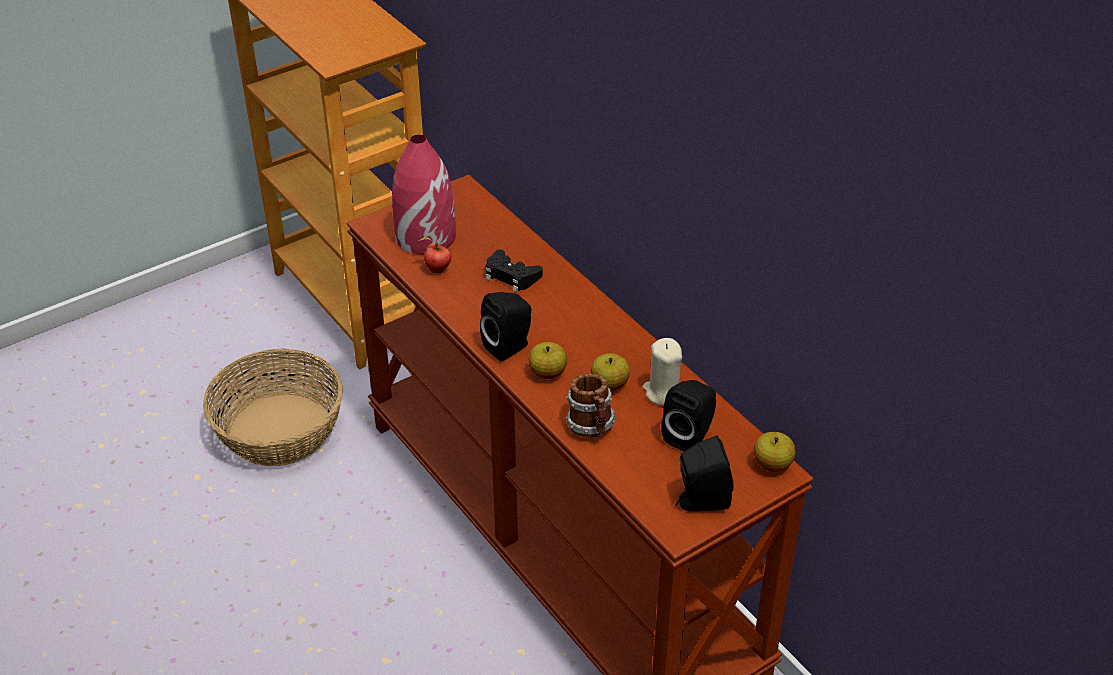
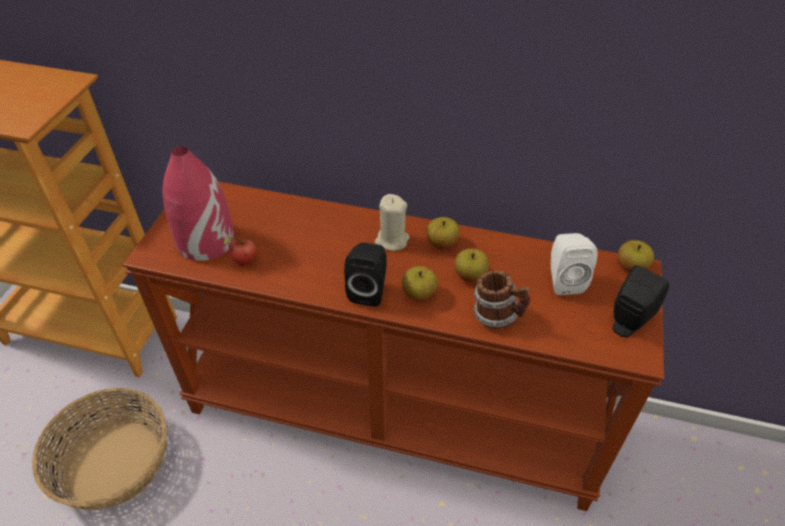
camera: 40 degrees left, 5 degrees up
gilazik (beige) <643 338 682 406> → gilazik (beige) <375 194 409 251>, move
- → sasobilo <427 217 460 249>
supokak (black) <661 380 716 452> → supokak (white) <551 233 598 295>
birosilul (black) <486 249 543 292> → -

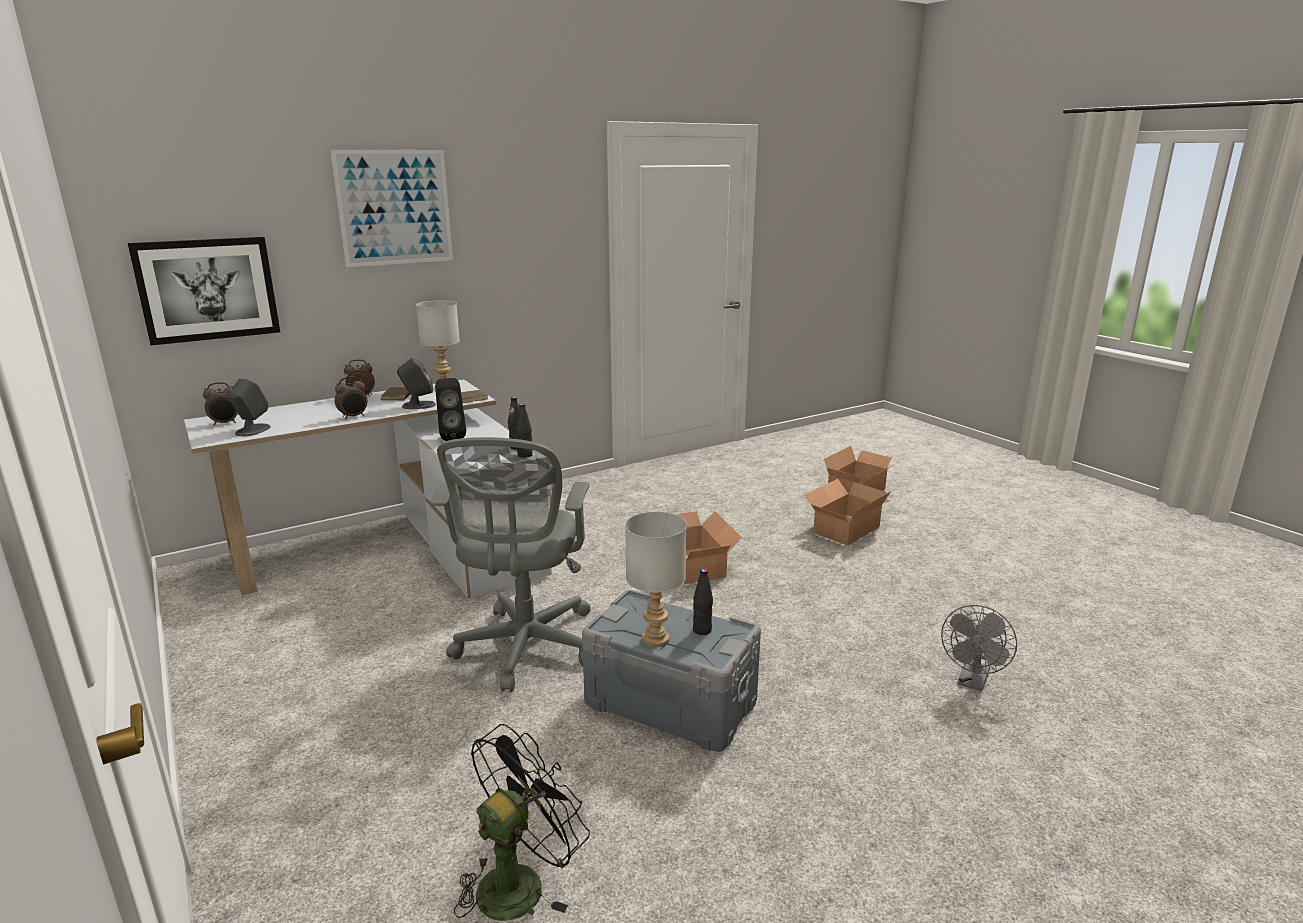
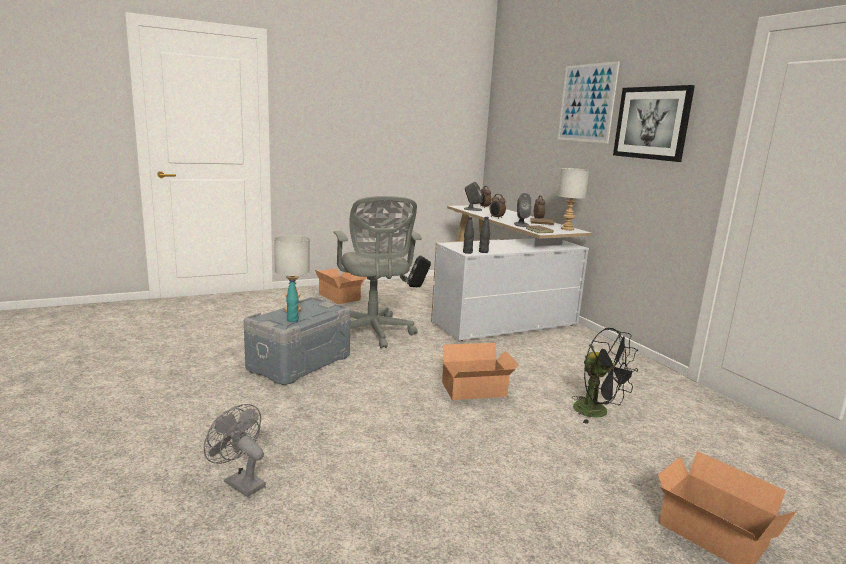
camera: 95 degrees right, 5 degrees down
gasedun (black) <693 569 713 635> → gasedun (turquoise) <286 279 299 322>
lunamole <805 479 890 546> → lunamole <315 269 367 304>, move
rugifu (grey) <431 437 590 692> → rugifu (grey) <333 196 422 349>, 120 degrees counterclockwise
supokak (black) <435 378 466 441> → supokak (black) <407 255 431 287>, move
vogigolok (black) <454 724 590 921> → vogigolok (black) <572 328 638 424>, move
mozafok <128 237 280 345> → mozafok <613 85 695 162>, move

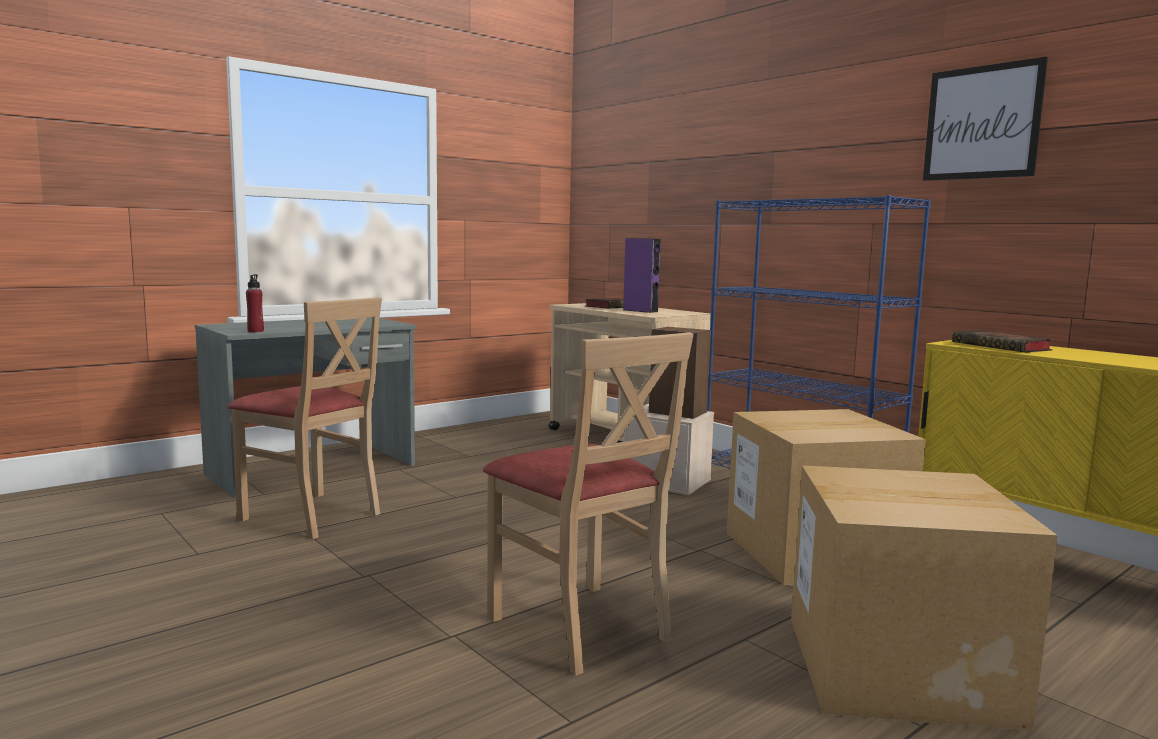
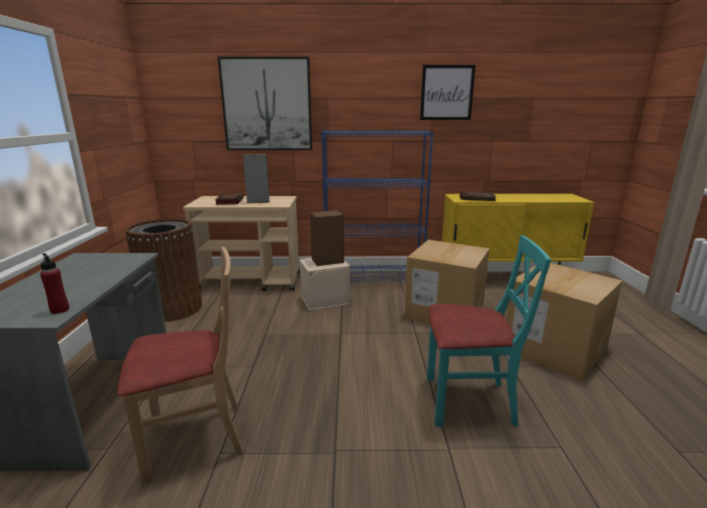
camera: 50 degrees left, 10 degrees up
- → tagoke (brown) <125 218 202 322>
- → mozafok <218 57 312 150>
supokak (purple) <623 238 661 313> → supokak (grey) <243 154 270 203>
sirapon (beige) <483 332 693 676> → sirapon (turquoise) <427 235 551 427>

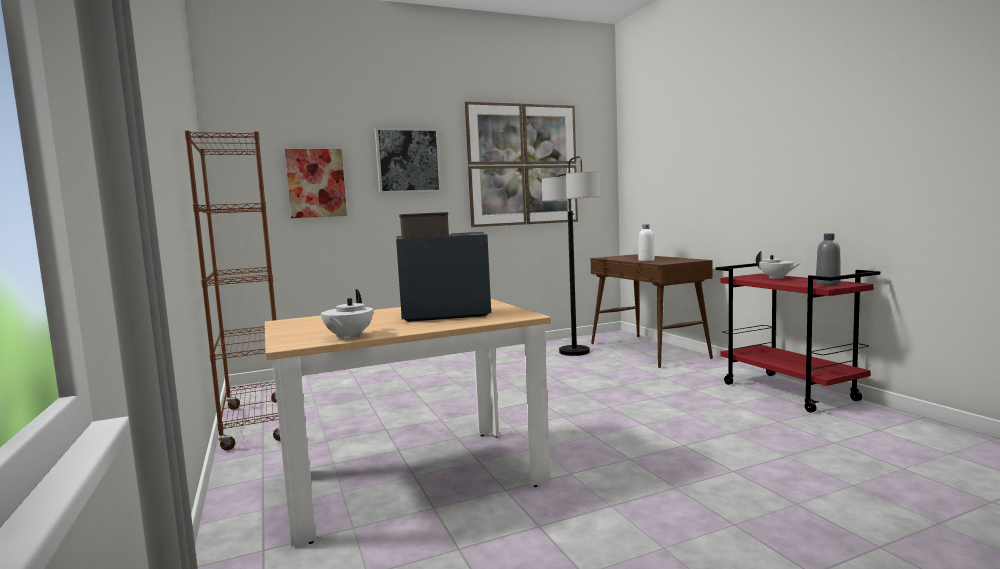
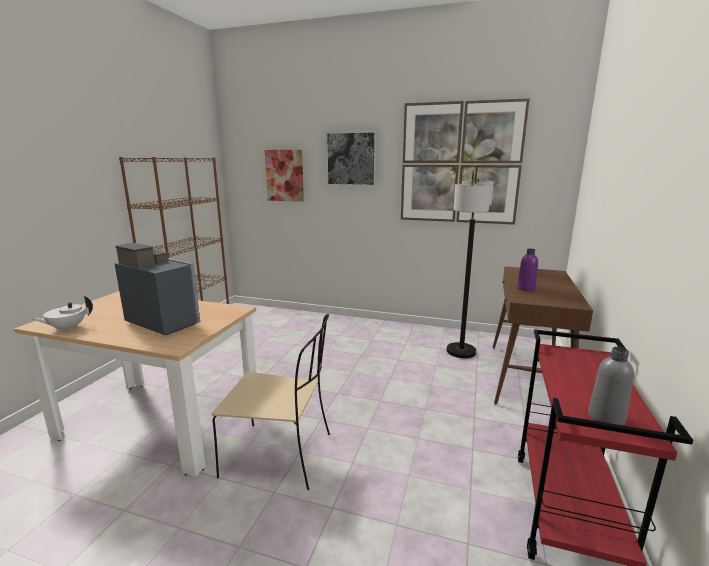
camera: 40 degrees right, 10 degrees up
- → sirapon (beige) <211 314 330 490>
gasedun (white) <638 224 654 261> → gasedun (purple) <517 249 538 291>
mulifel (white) <756 251 801 279> → -

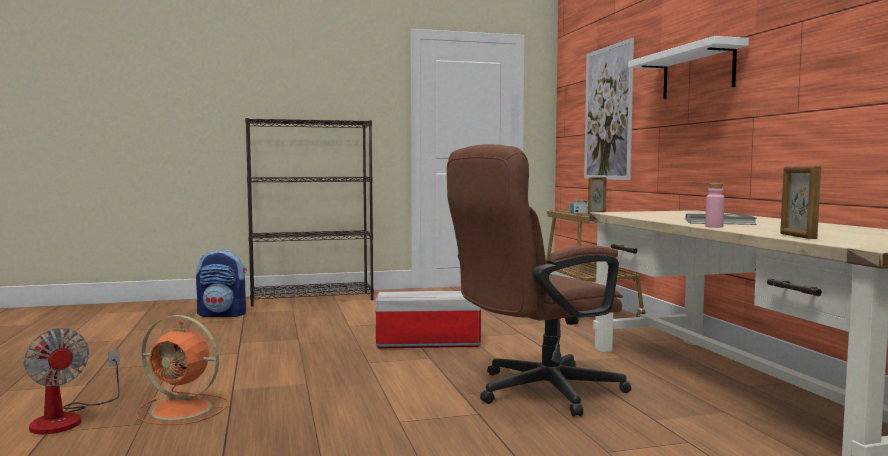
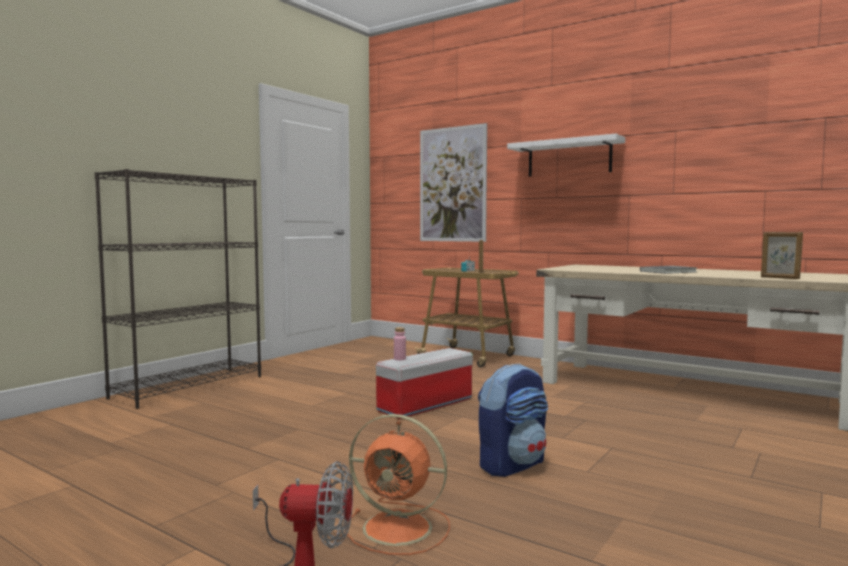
camera: 40 degrees left, 0 degrees up
vogigolok (orange) <135 315 229 425> → vogigolok (orange) <347 414 450 555>, 45 degrees clockwise
gasedun (pink) <705 183 725 228> → gasedun (pink) <394 327 406 360>, move
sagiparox <196 250 247 317> → sagiparox <478 363 548 477>, move
rugifu (brown) <447 144 631 416> → -

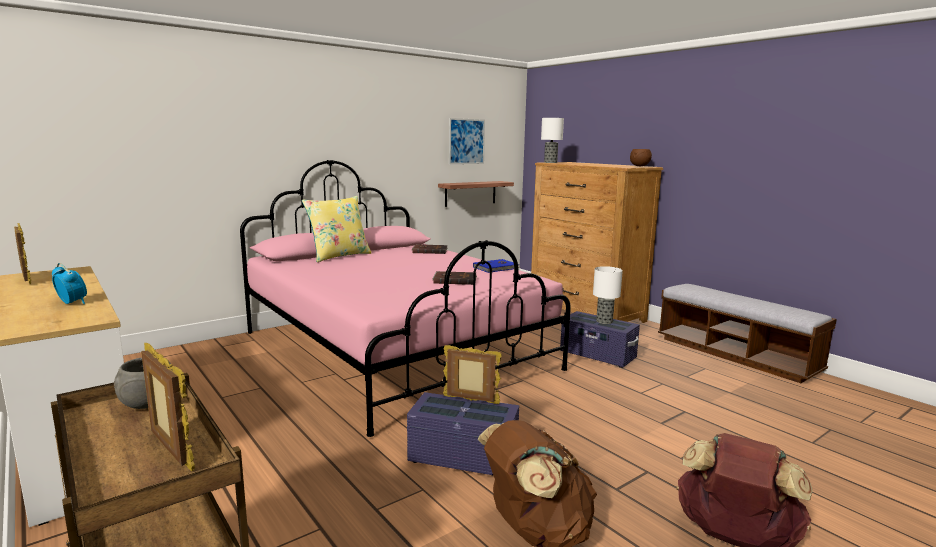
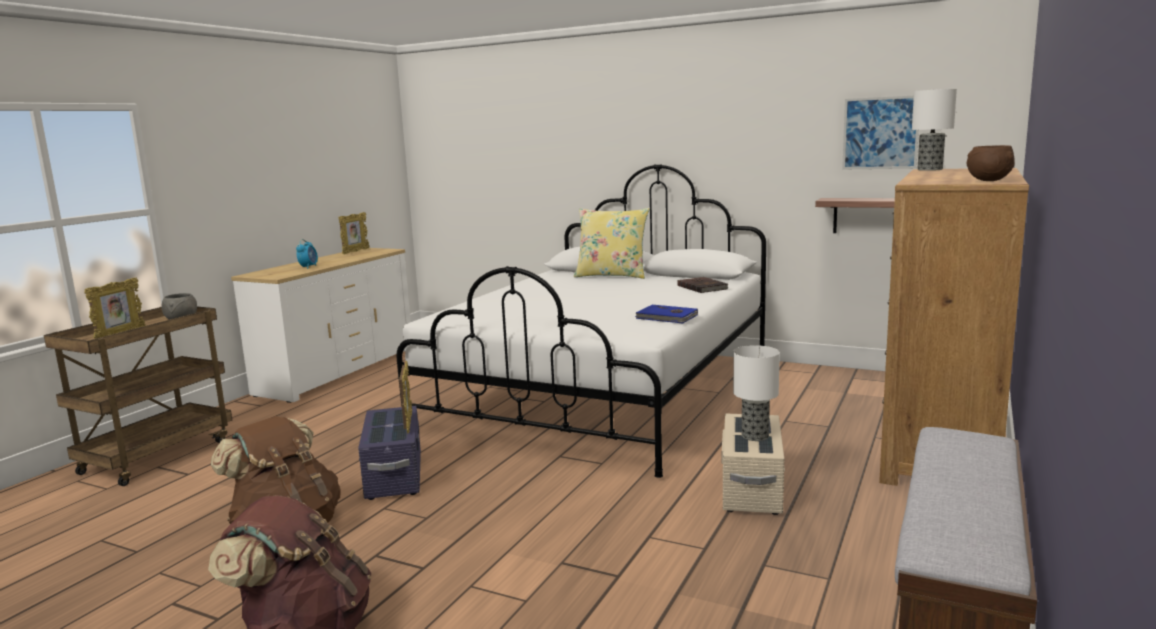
camera: 65 degrees right, 0 degrees up
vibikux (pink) <240 160 571 437> → vibikux (white) <396 164 766 478>
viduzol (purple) <560 311 640 368> → viduzol (beige) <722 414 785 515>
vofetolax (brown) <432 271 477 285> → -

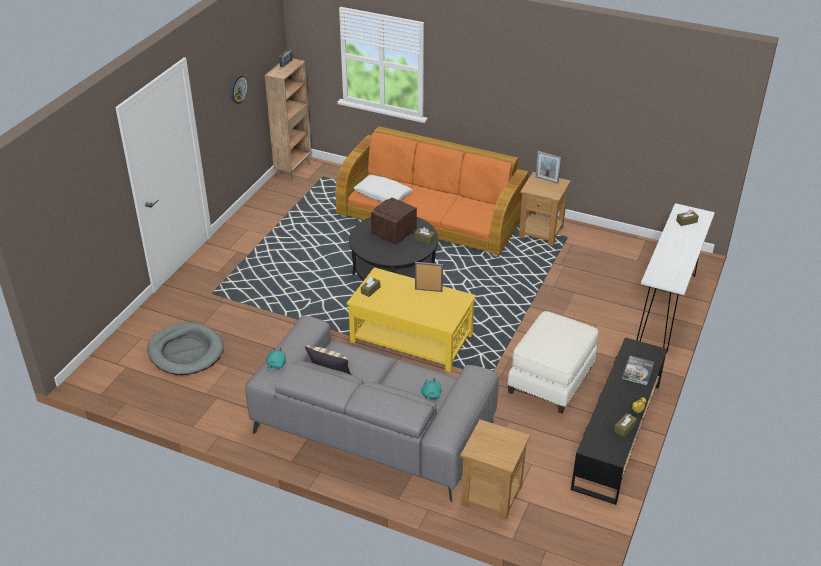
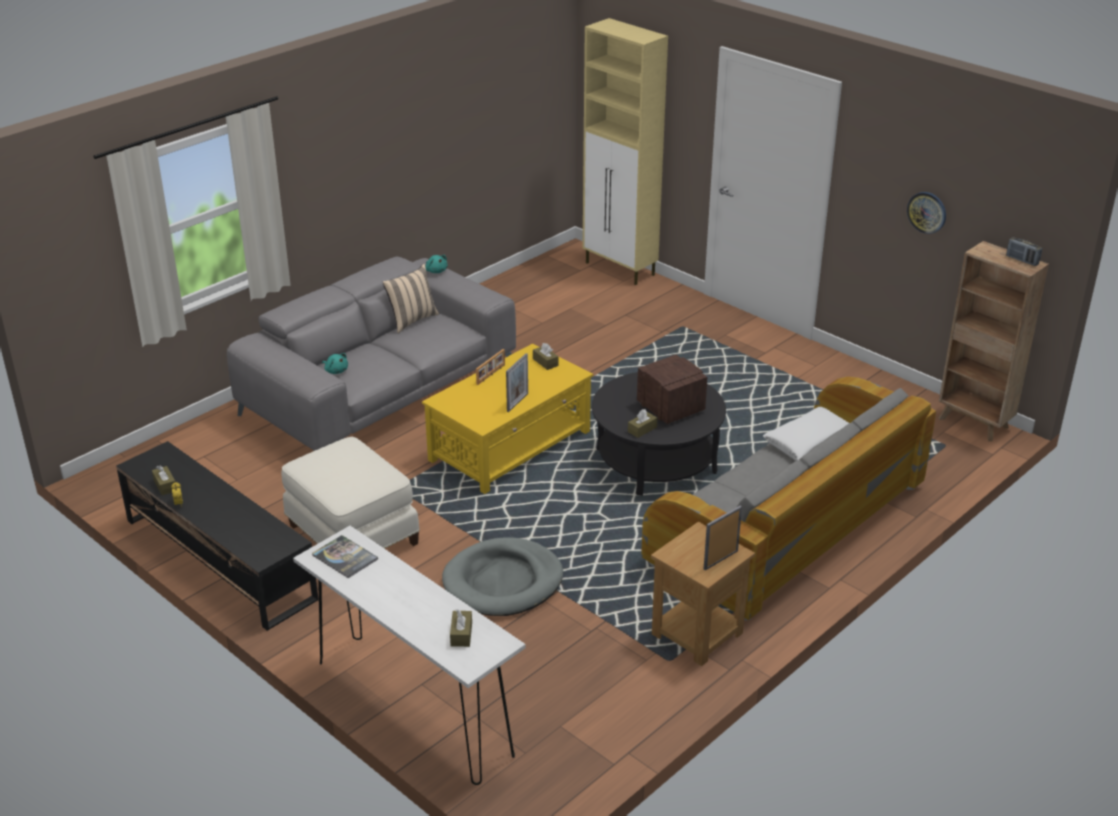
camera: 110 degrees right, 5 degrees down
vofetolax <622 356 654 385> → vofetolax <312 535 378 578>, move
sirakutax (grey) <147 322 224 375> → sirakutax (grey) <442 537 563 616>, move
- → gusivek <476 349 505 385>
- → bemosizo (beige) <583 18 668 285>
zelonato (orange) <335 126 528 257> → zelonato (grey) <641 377 936 620>
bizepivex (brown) <460 419 530 520> → -

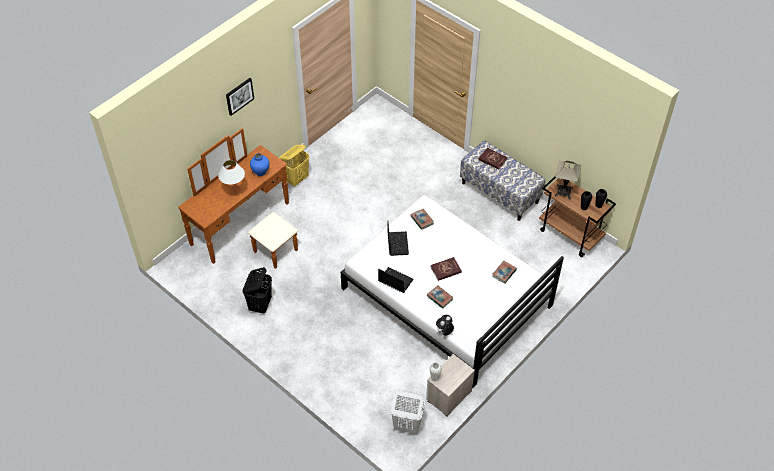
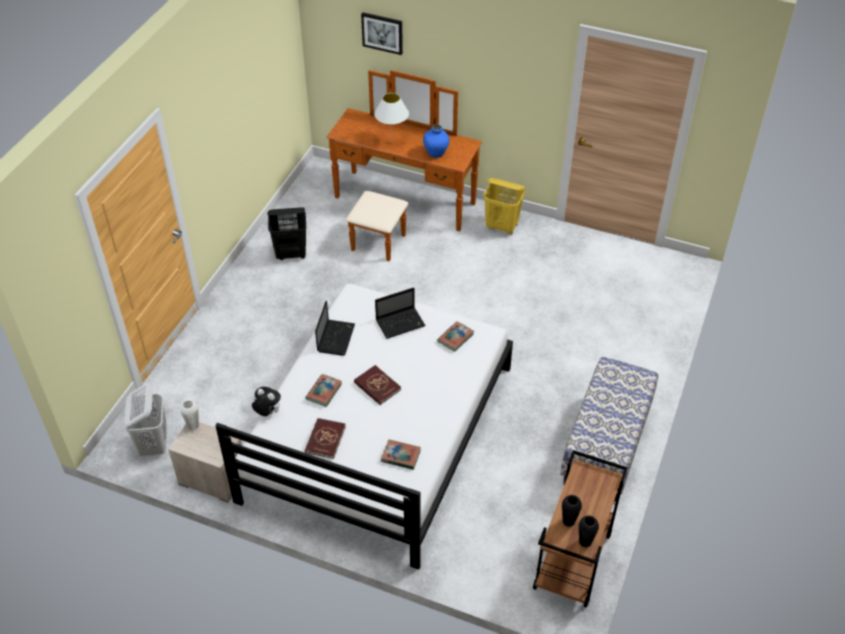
camera: 70 degrees right, 5 degrees down
vofetolax (red) <478 148 508 170> → vofetolax (red) <305 418 346 459>, move
mozafok <226 78 254 116> → mozafok <361 12 403 55>, move
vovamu <555 161 581 199> → -

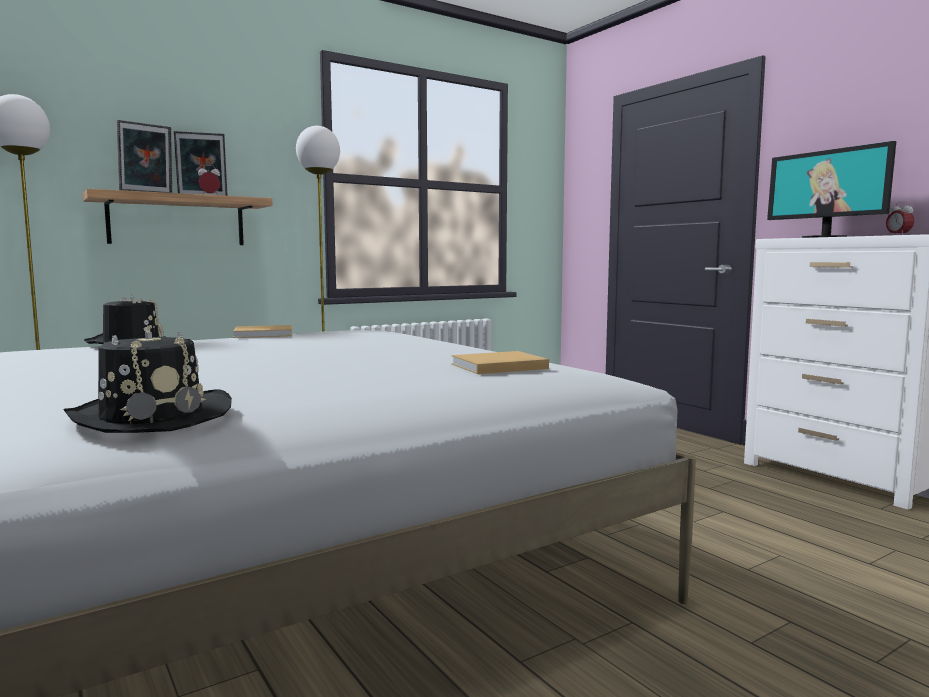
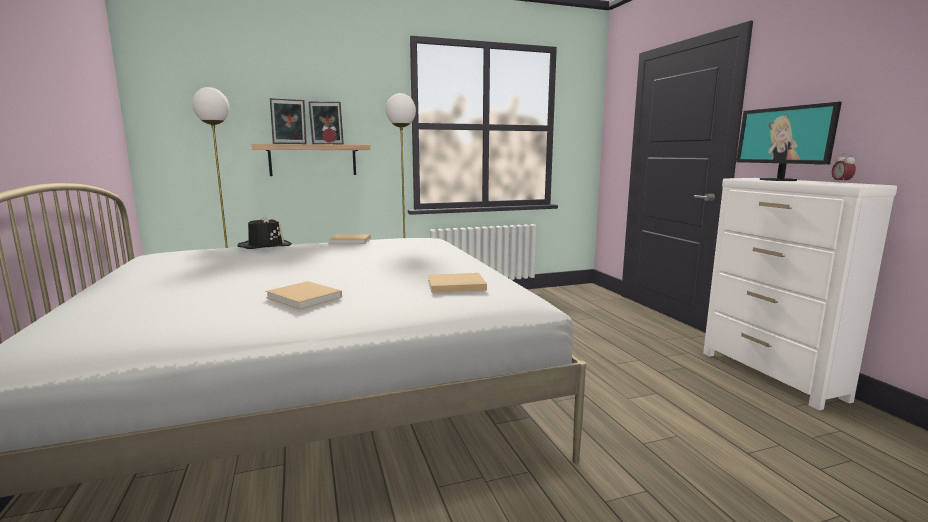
camera: 15 degrees right, 5 degrees up
- → vofetolax (beige) <265 281 342 309>
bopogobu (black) <63 325 232 433> → -

